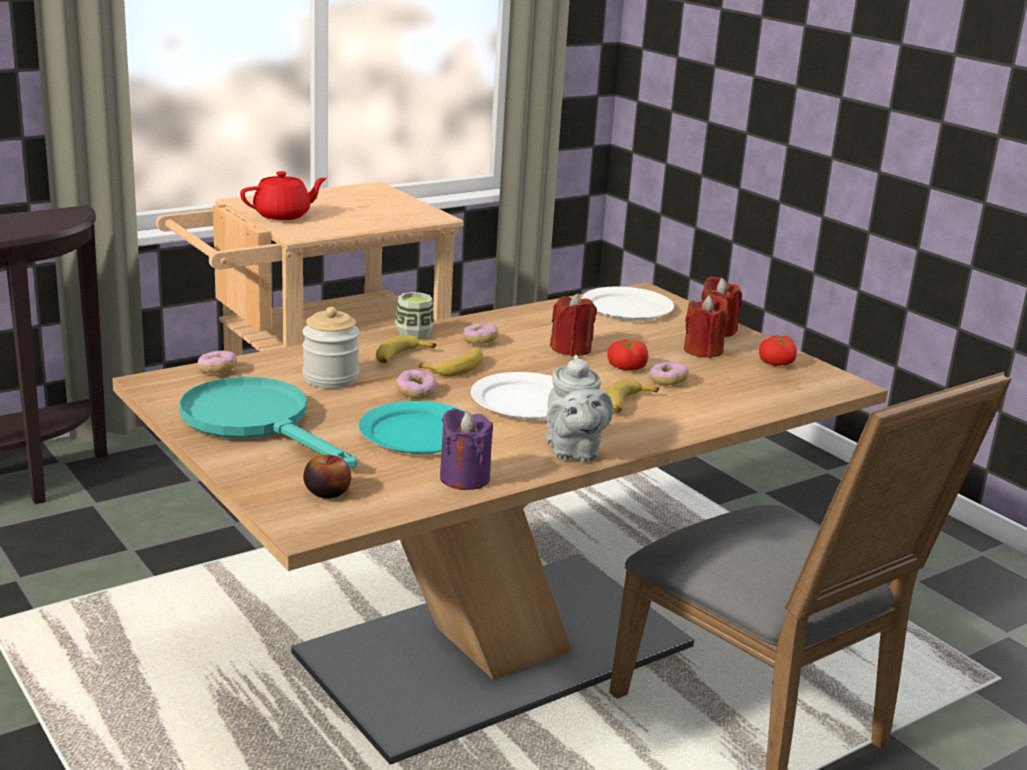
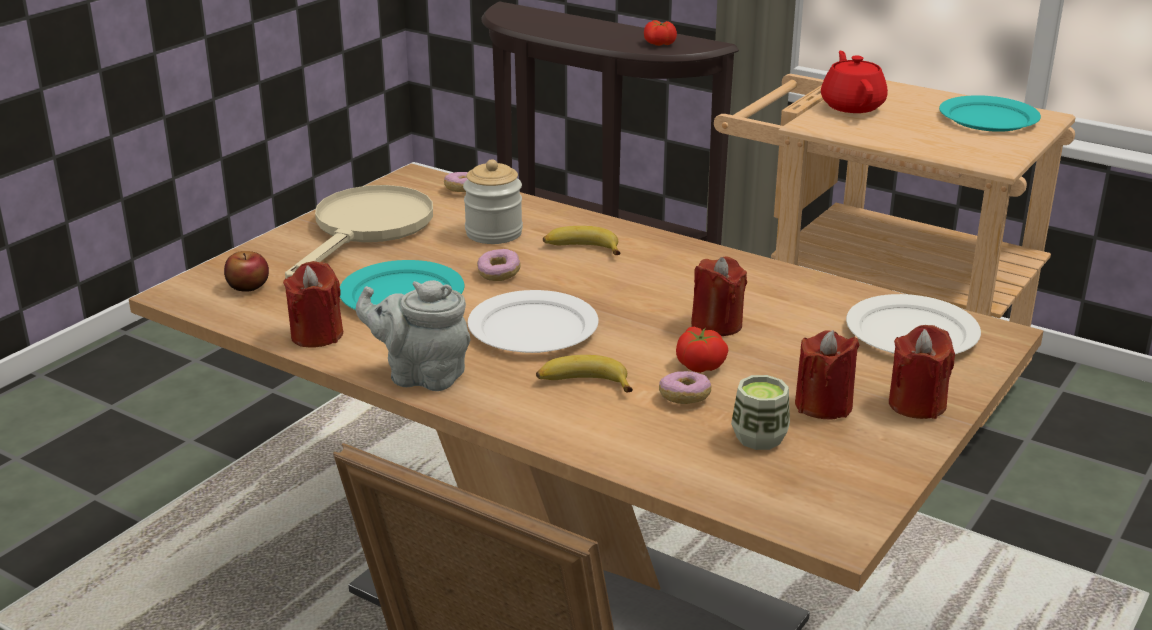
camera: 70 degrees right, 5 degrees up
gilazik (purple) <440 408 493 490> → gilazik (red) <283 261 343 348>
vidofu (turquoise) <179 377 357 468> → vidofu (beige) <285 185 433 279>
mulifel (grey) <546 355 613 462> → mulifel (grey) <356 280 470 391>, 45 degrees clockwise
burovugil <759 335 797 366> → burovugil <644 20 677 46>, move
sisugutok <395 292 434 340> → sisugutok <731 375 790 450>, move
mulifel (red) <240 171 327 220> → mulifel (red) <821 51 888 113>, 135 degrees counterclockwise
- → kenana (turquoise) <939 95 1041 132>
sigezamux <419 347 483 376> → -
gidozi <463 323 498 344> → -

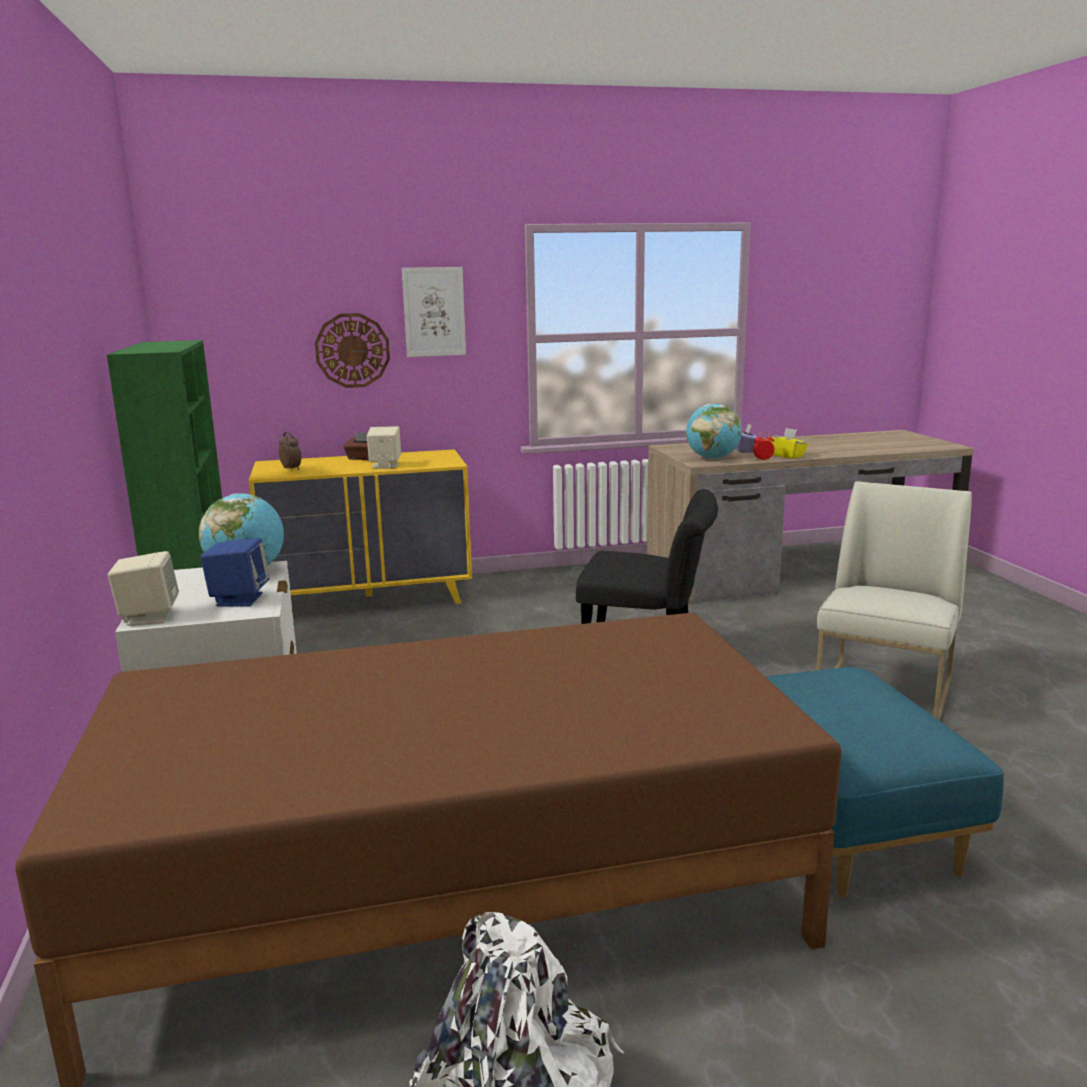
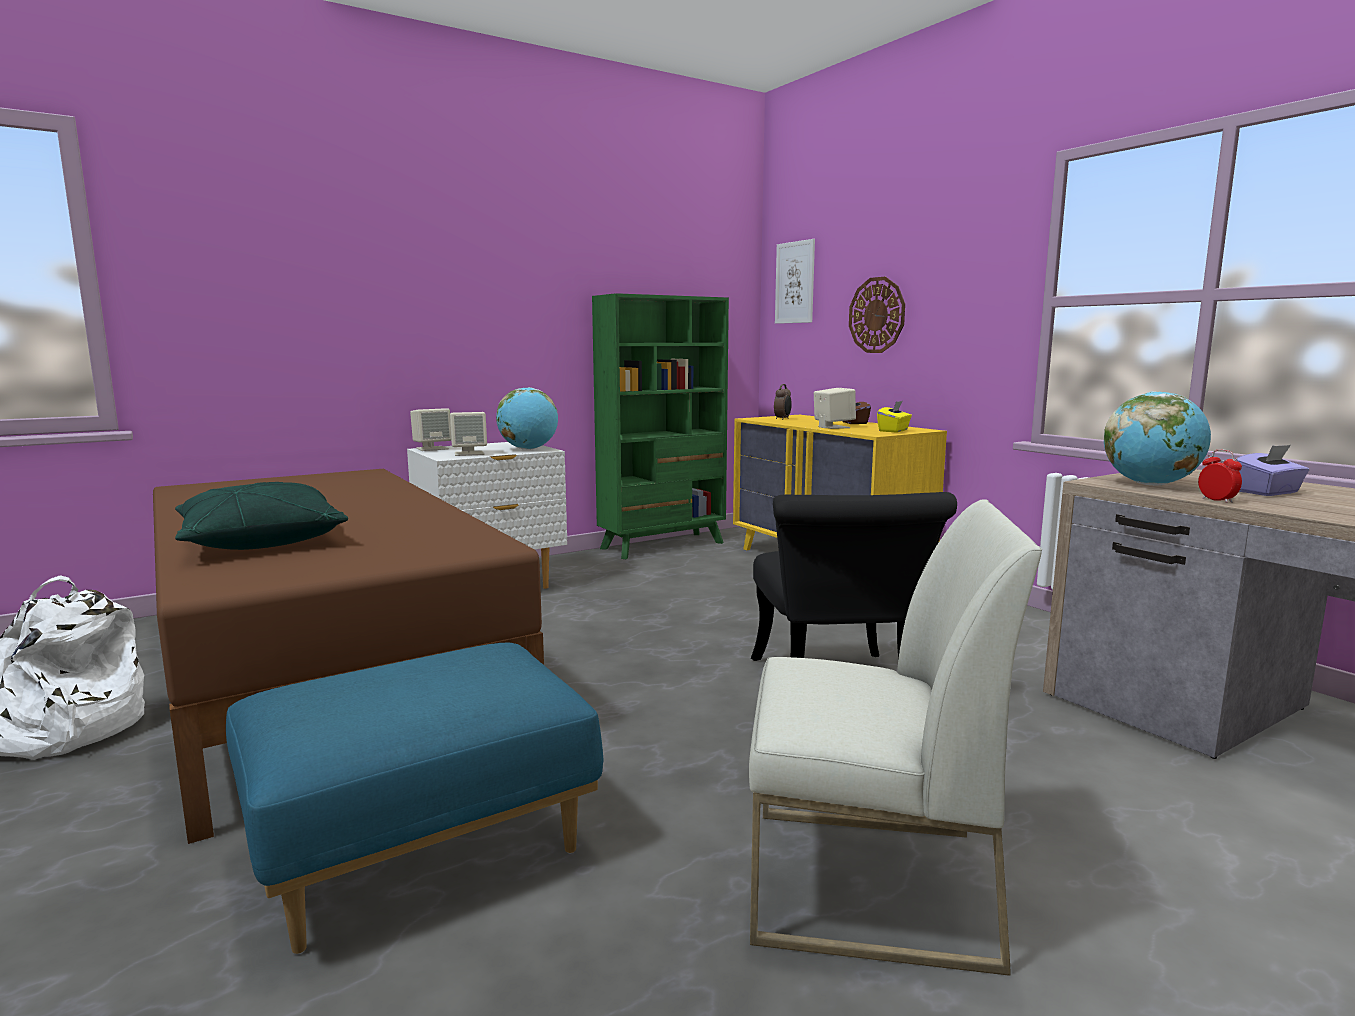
camera: 70 degrees right, 5 degrees down
- → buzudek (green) <175 482 348 550>
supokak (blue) <200 538 269 607> → supokak (beige) <450 412 487 456>
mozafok <402 267 466 357> → mozafok <775 239 815 324>, move
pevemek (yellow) <768 428 808 459> → pevemek (yellow) <877 401 912 432>, move

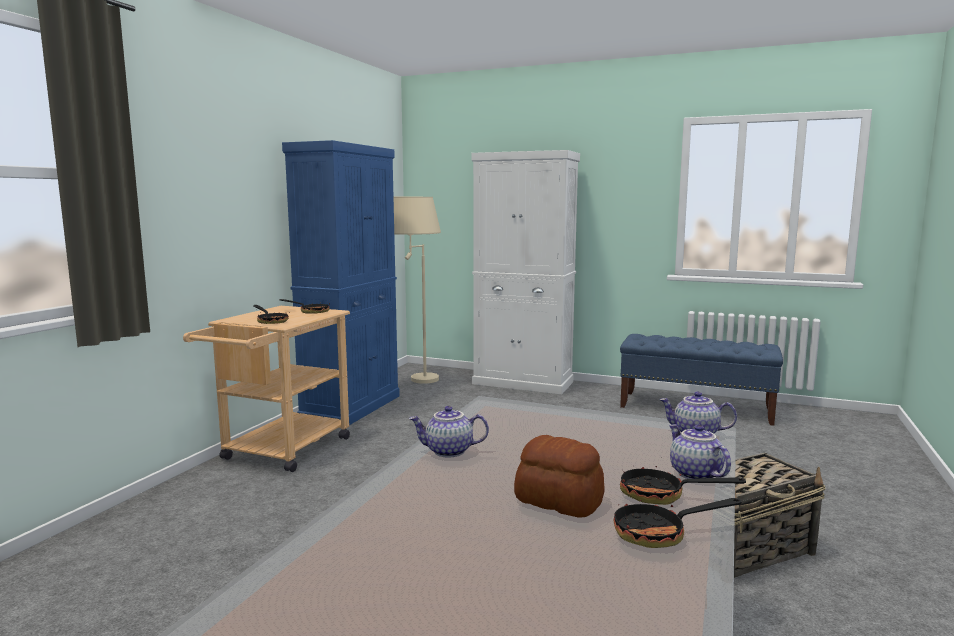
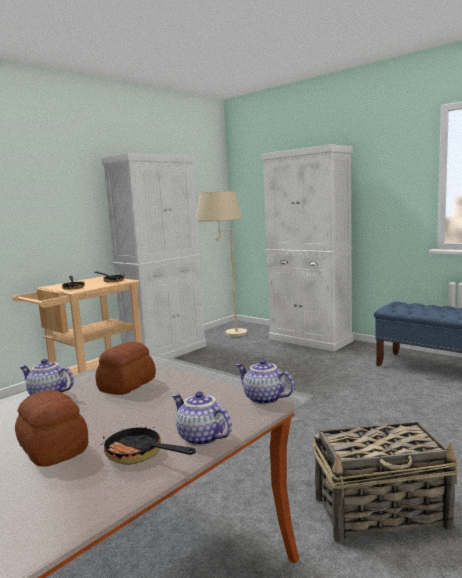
camera: 20 degrees right, 0 degrees up
- → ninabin <95 342 156 395>
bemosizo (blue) <282 140 400 425> → bemosizo (white) <101 153 207 358>
mulifel <669 424 731 479> → mulifel <172 391 232 446>, 45 degrees counterclockwise
vidofu <614 497 742 548> → -

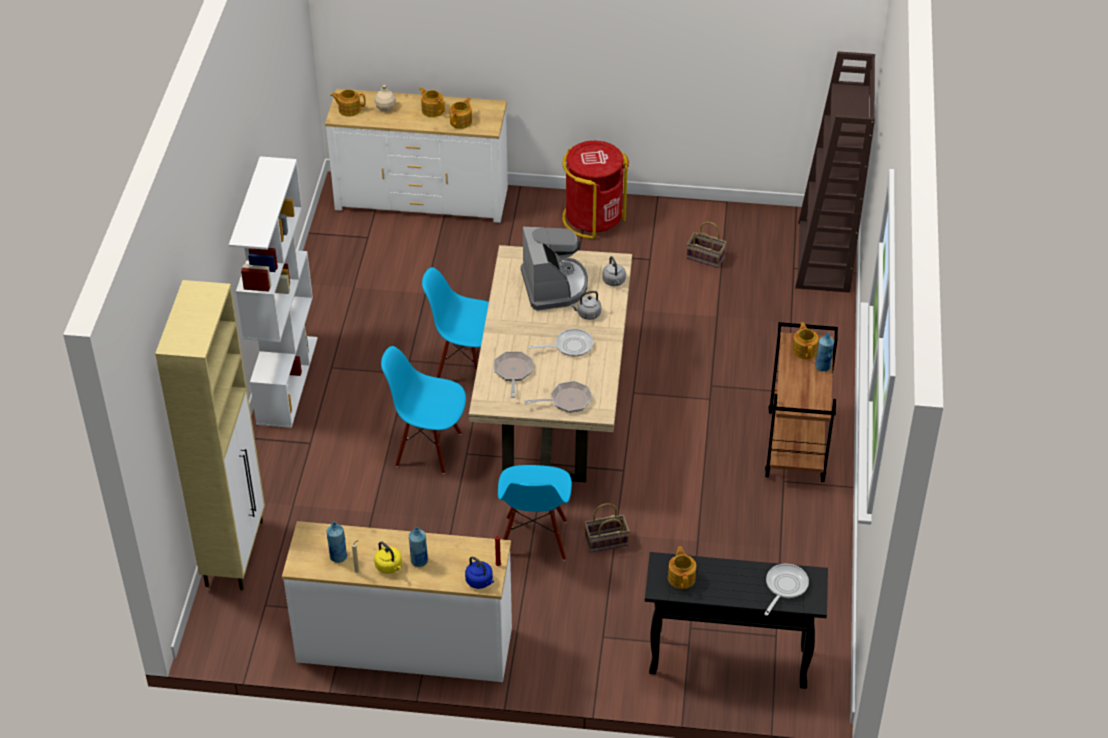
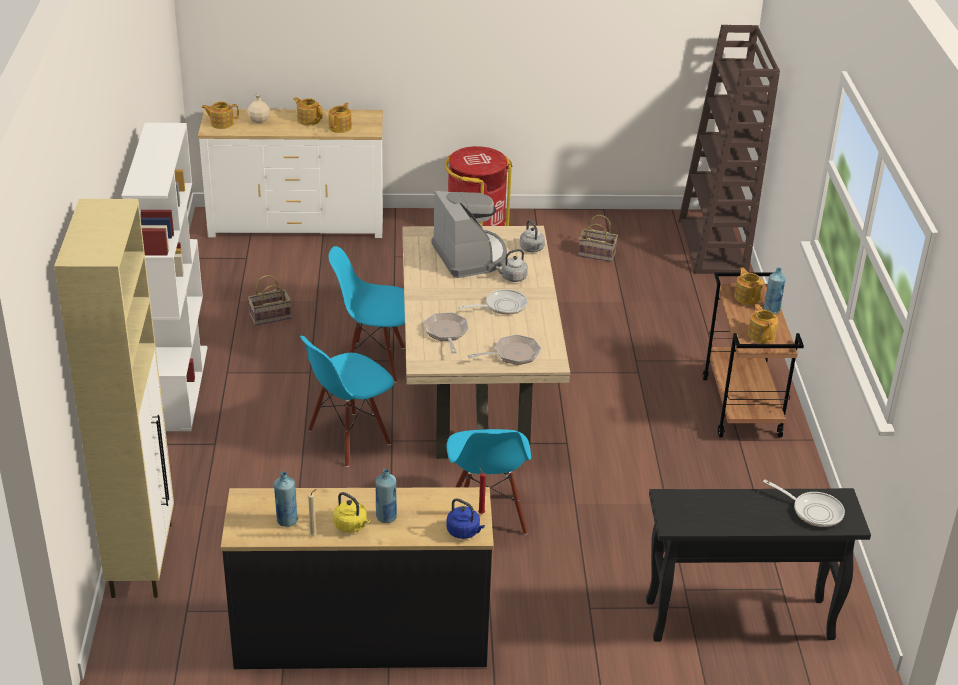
camera: 10 degrees left, 10 degrees down
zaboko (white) <282 521 512 682> → zaboko (black) <221 487 494 669>
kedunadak <585 503 629 553> → kedunadak <248 275 291 326>, move
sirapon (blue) <381 346 466 474> → sirapon (blue) <300 336 394 467>, 45 degrees counterclockwise
mulifel <668 546 696 589> → mulifel <748 304 778 343>, move
vidofu <764 564 809 616> → vidofu <763 480 845 527>, 105 degrees clockwise

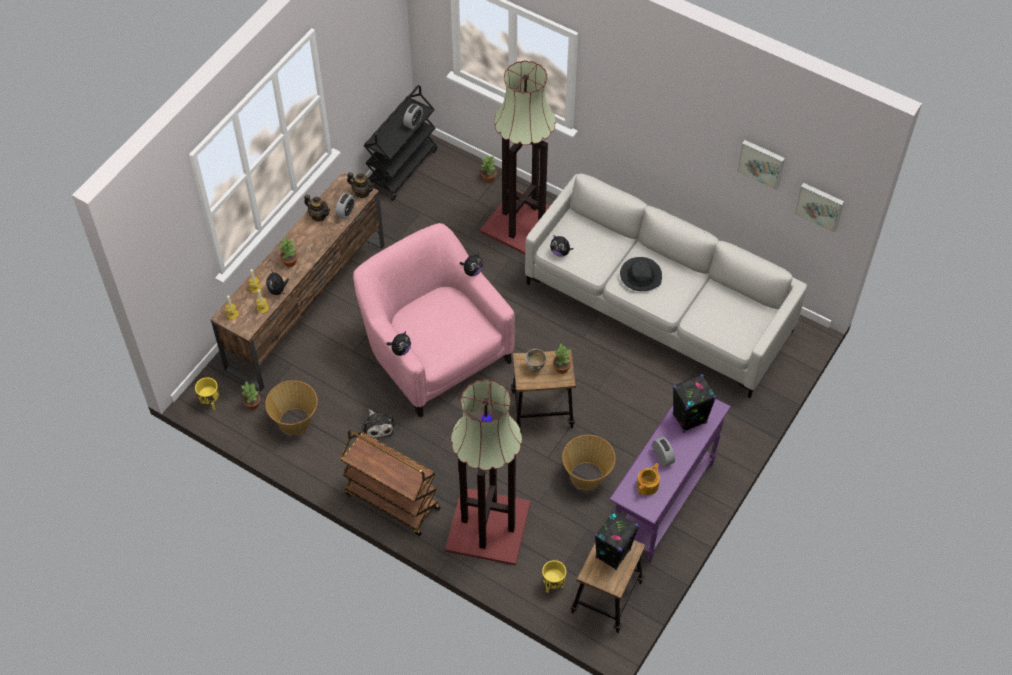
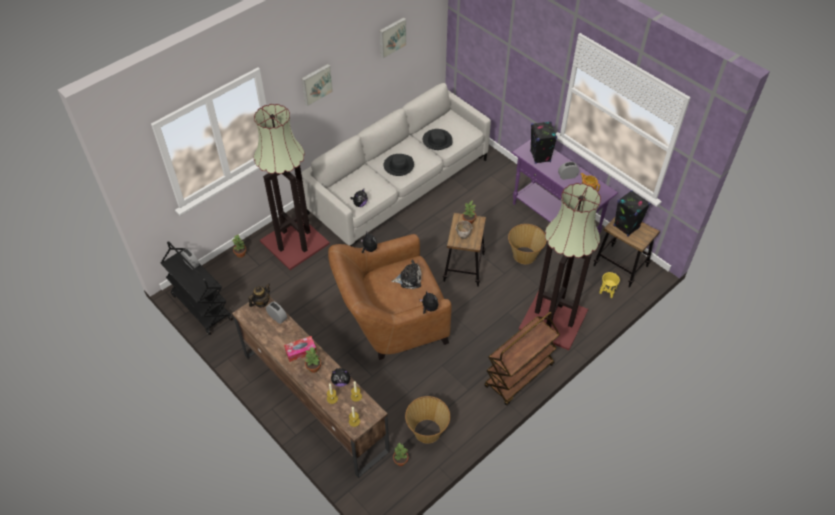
camera: 75 degrees left, 5 degrees down
- → pevemek <284 336 317 362>
mozafok <794 183 844 233> → mozafok <301 64 333 106>, move
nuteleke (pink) <353 223 515 417> → nuteleke (brown) <328 234 452 360>
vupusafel <363 409 395 439> → vupusafel <391 260 422 289>, move
- → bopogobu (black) <423 129 452 150>
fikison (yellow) <195 377 219 410> → -
mulifel <304 195 330 221> → -

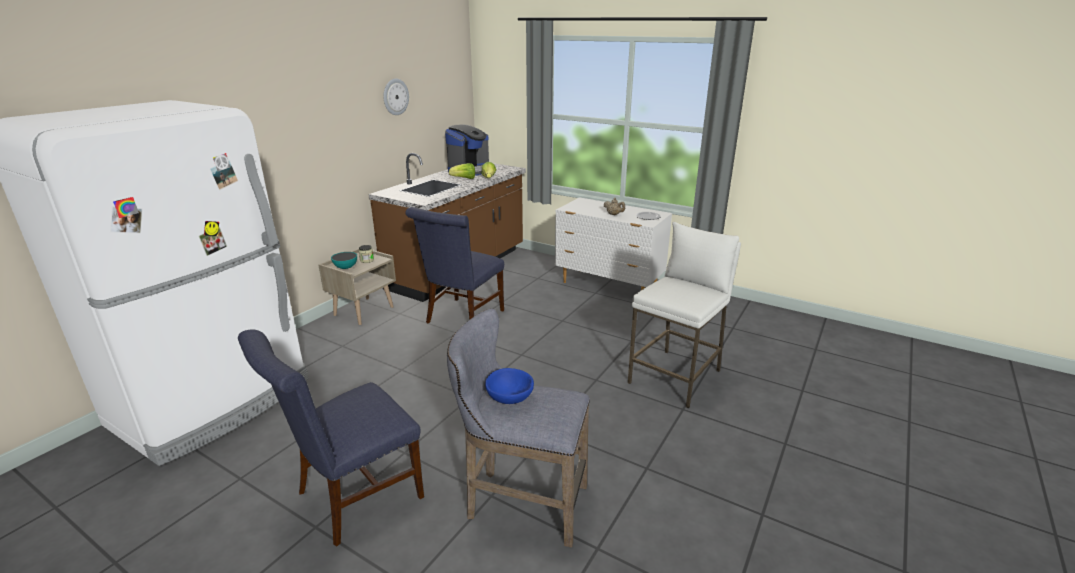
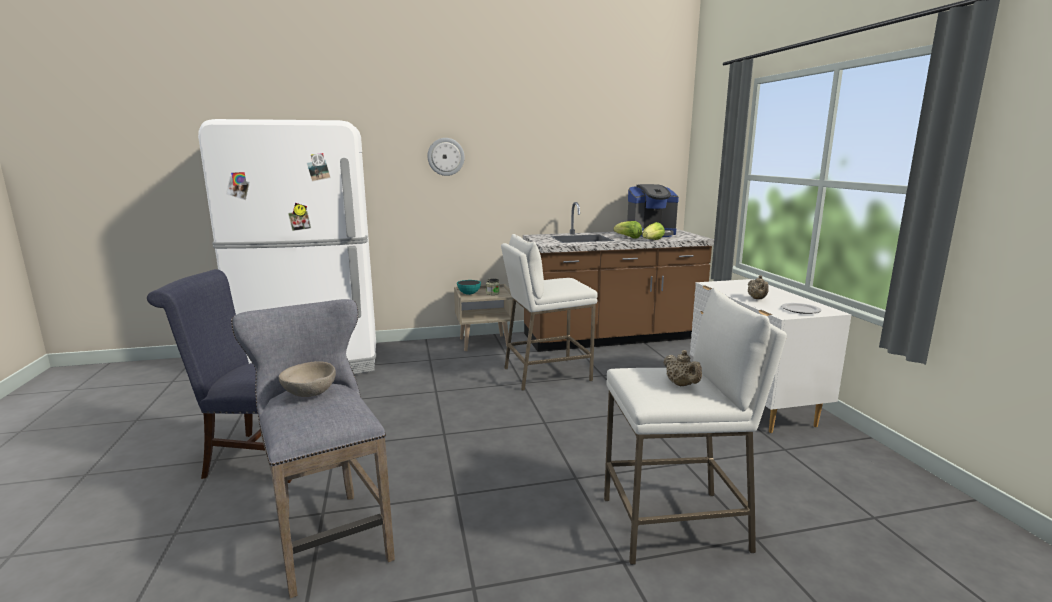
camera: 45 degrees right, 10 degrees down
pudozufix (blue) <485 368 534 404> → pudozufix (beige) <279 361 336 397>
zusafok <383 79 409 115> → zusafok <427 138 465 176>, move
sirapon (blue) <405 207 504 323> → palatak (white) <501 234 598 391>
- → mulifel (beige) <663 350 702 386>

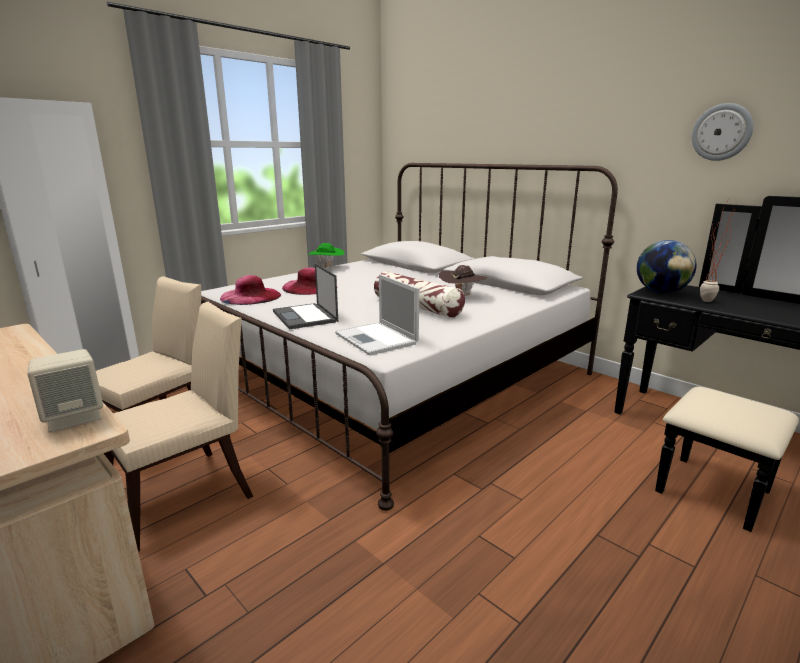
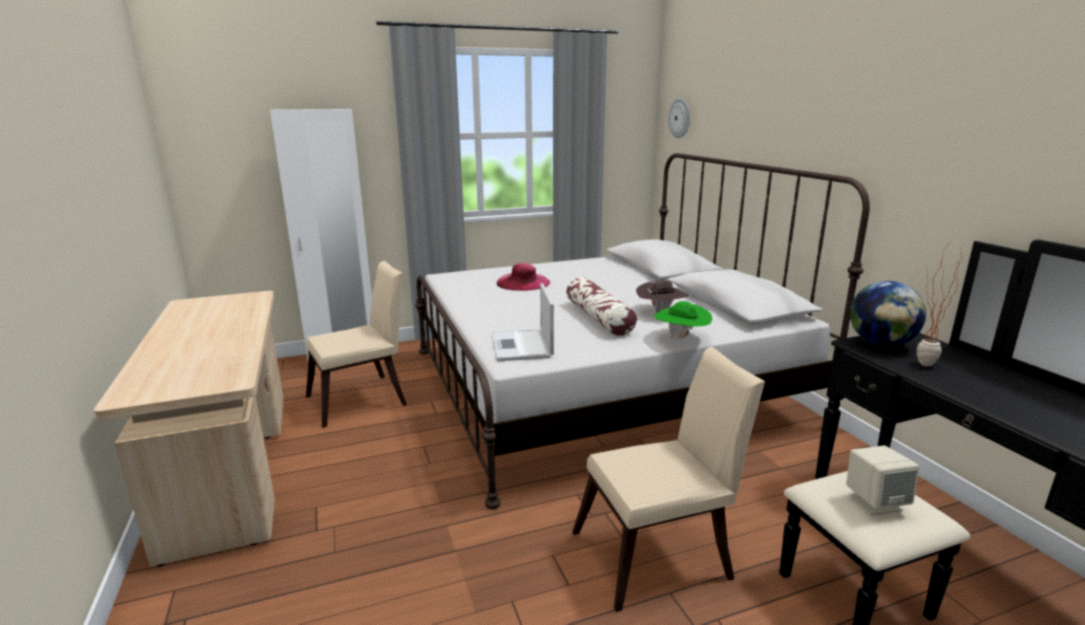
camera: 25 degrees right, 0 degrees up
sirapon (beige) <104 302 253 552> → sirapon (beige) <572 347 765 612>, move
bopogobu (green) <308 243 344 268> → bopogobu (green) <654 301 712 339>, move
zusafok <692 103 754 161> → zusafok <668 98 690 138>, move
supokak (beige) <27 349 103 432> → supokak (beige) <846 445 919 515>, move
bopogobu (pink) <220 275 281 305> → -
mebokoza <273 263 338 329> → -

